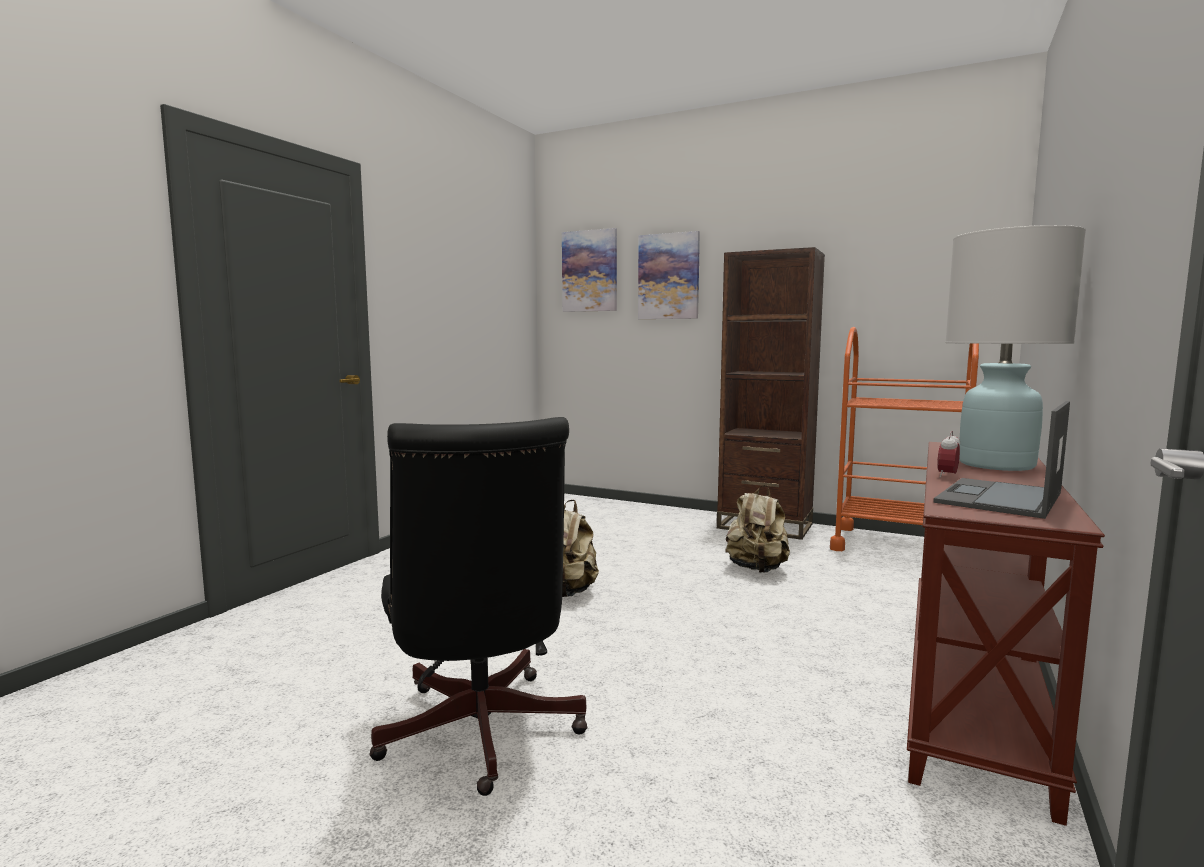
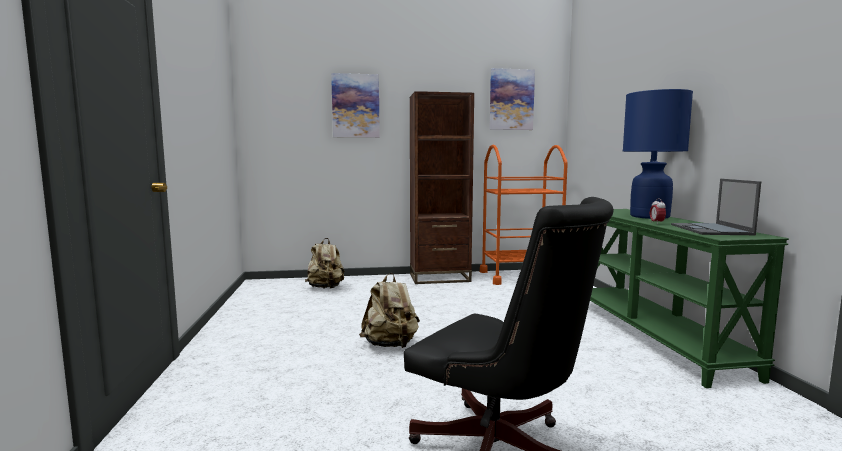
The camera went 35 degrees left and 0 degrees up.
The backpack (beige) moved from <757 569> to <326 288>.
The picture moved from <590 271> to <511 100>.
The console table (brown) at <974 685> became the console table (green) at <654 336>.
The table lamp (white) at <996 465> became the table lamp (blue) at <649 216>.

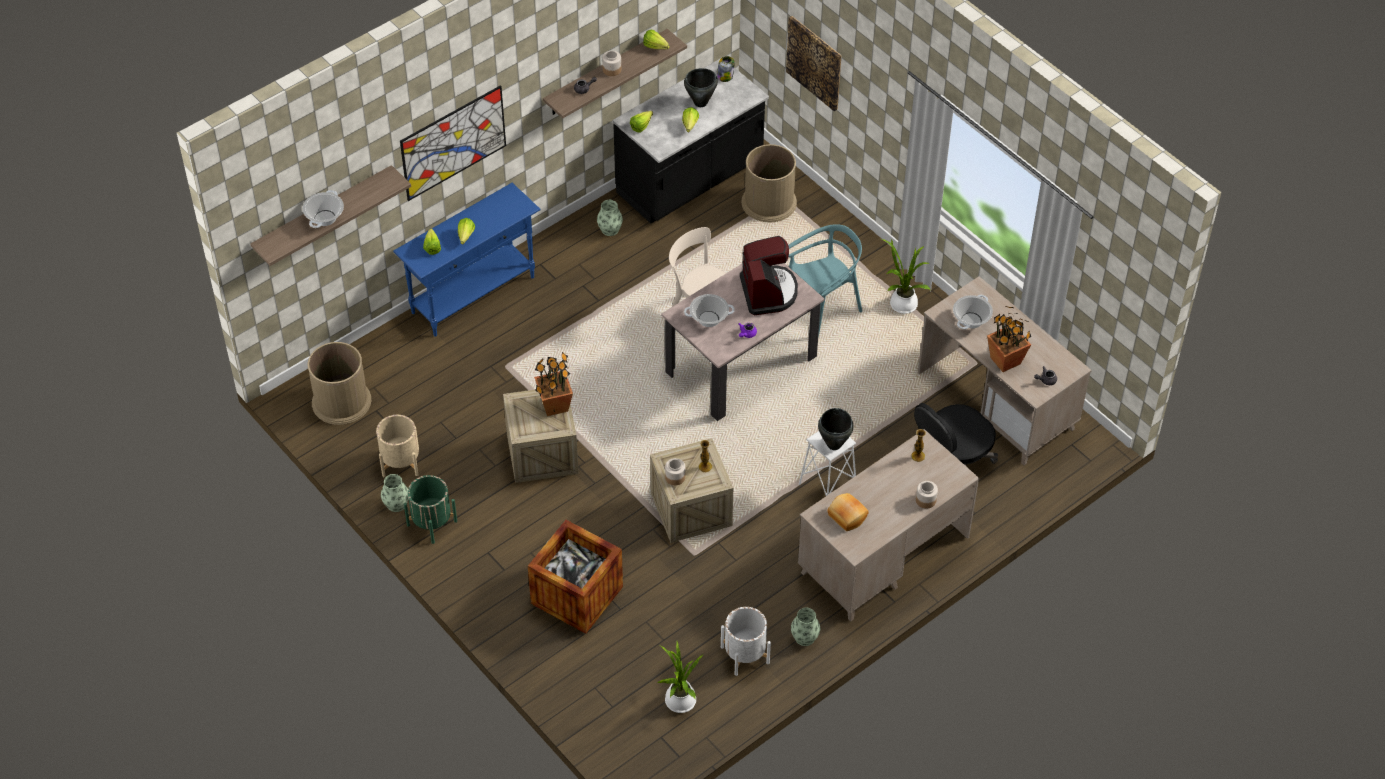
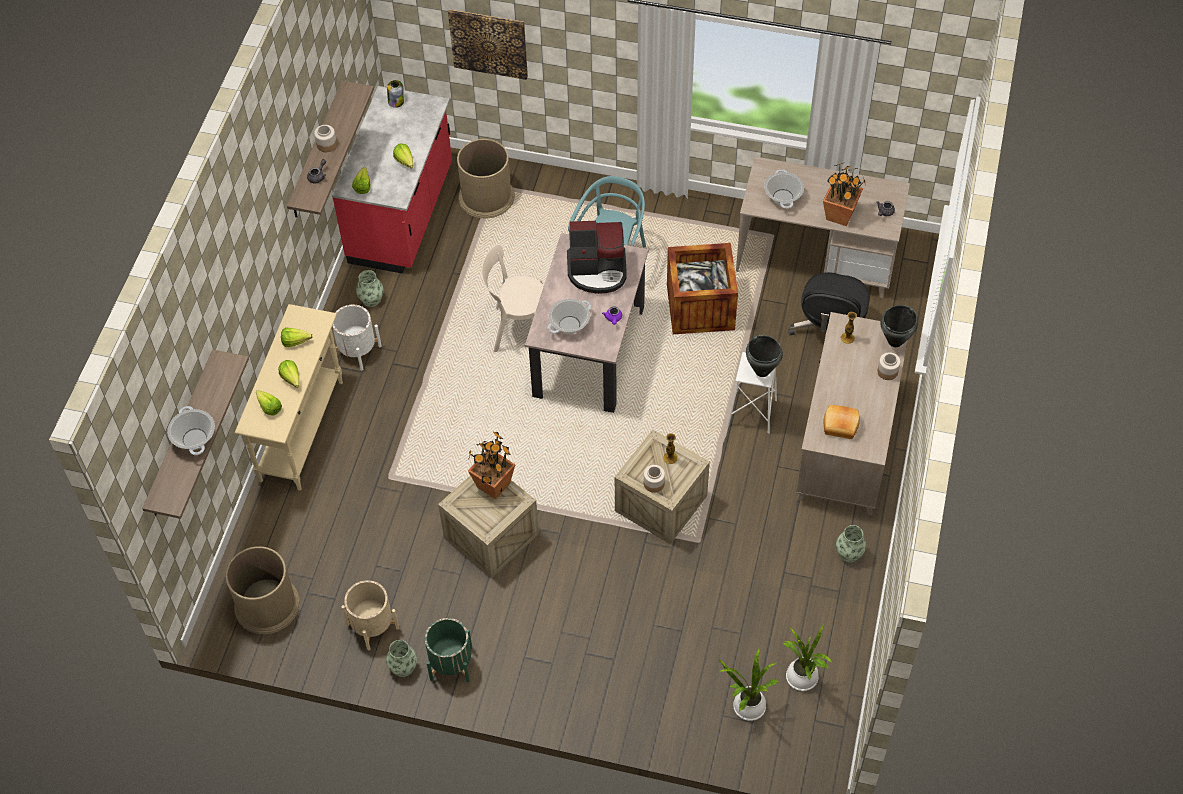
The camera went 35 degrees left and 5 degrees up.
The console table (blue) at <474 295> became the console table (beige) at <302 430>.
The lettuce moved from <657 48> to <298 342>.
The counter (black) at <690 180> became the counter (red) at <403 215>.
The planter (white) moved from <745 655> to <357 351>.
The coffee machine at <768 292> turned 135 degrees clockwise.
The crate moved from <577 595> to <700 307>.
The potted plant moved from <901 303> to <746 706>.
The cooking pot (black) moved from <701 103> to <895 341>.
The picture at <453 142> disappeared.

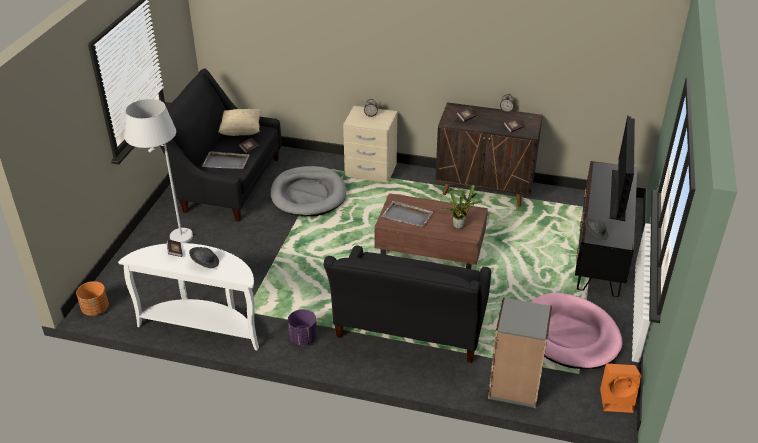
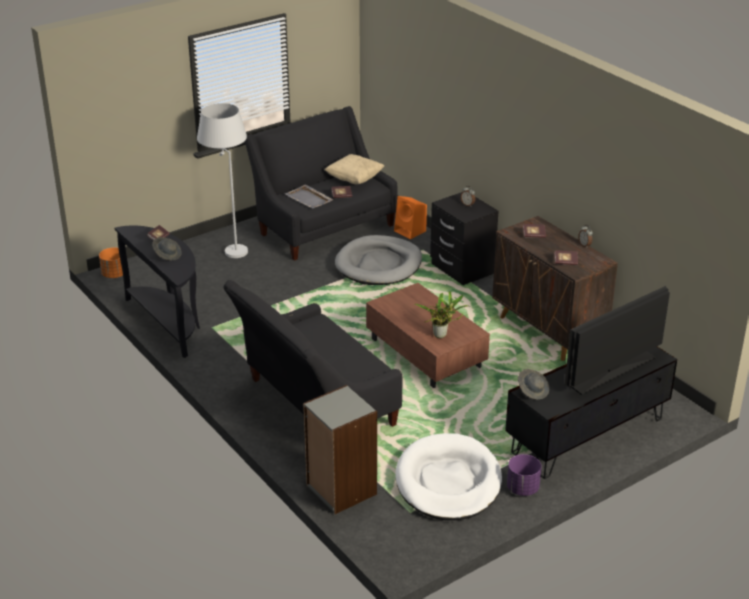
The camera went 40 degrees right and 5 degrees down.
The console table (white) at <203 326> became the console table (black) at <169 322>.
The speaker (orange) moved from <617 400> to <410 231>.
The dog bed (pink) at <570 335> became the dog bed (white) at <448 482>.
The nightstand (beige) at <370 171> became the nightstand (black) at <461 269>.
The planter (purple) moved from <303 338> to <522 488>.
The tray (grey) at <407 216> disappeared.

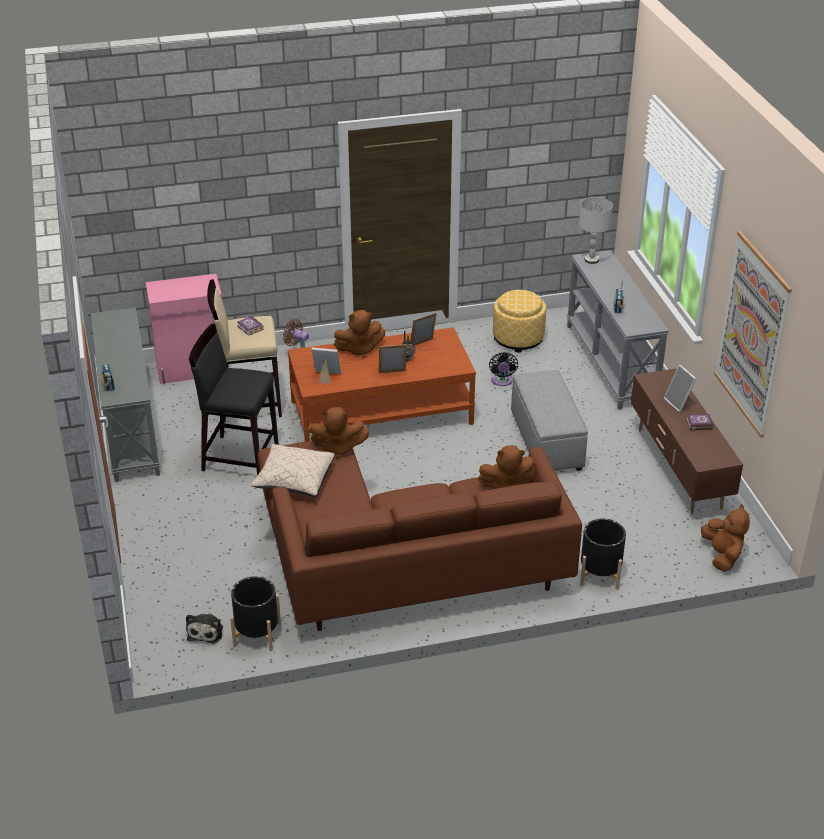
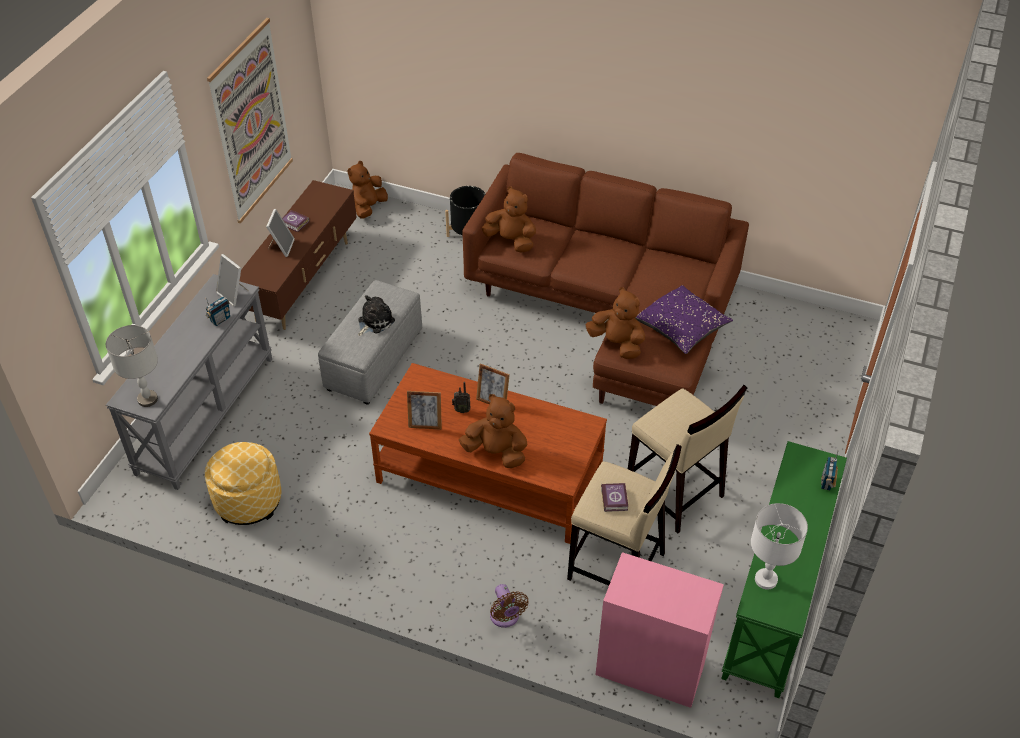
The camera went 145 degrees left and 10 degrees up.
The picture frame moved from <326 376> to <234 294>.
The plush toy moved from <206 631> to <374 322>.
The stool (black) at <239 457> became the stool (beige) at <674 494>.
The pillow (beige) at <294 480> became the pillow (purple) at <682 329>.
The console table (grey) at <129 429> became the console table (green) at <775 600>.
The table lamp (white) at <765 580> appeared.
The planter (black) at <257 634> disappeared.
The fan (black) at <502 381> disappeared.

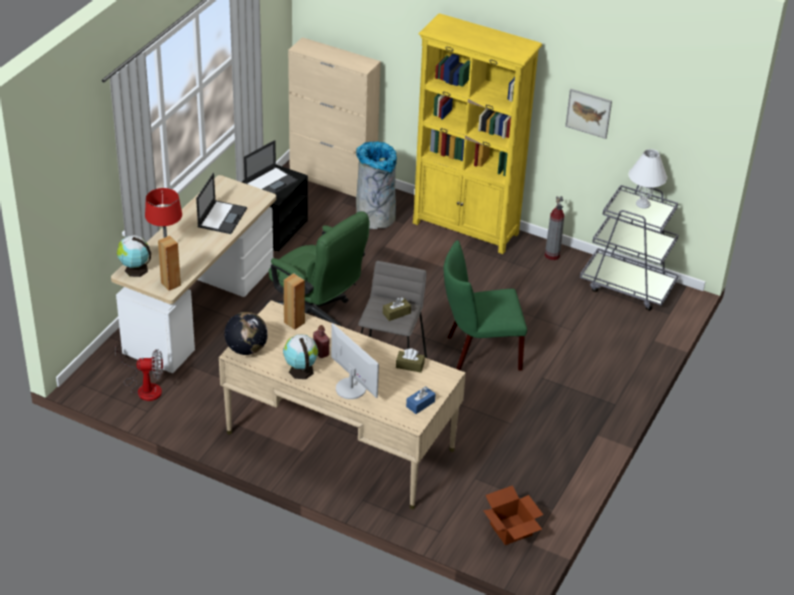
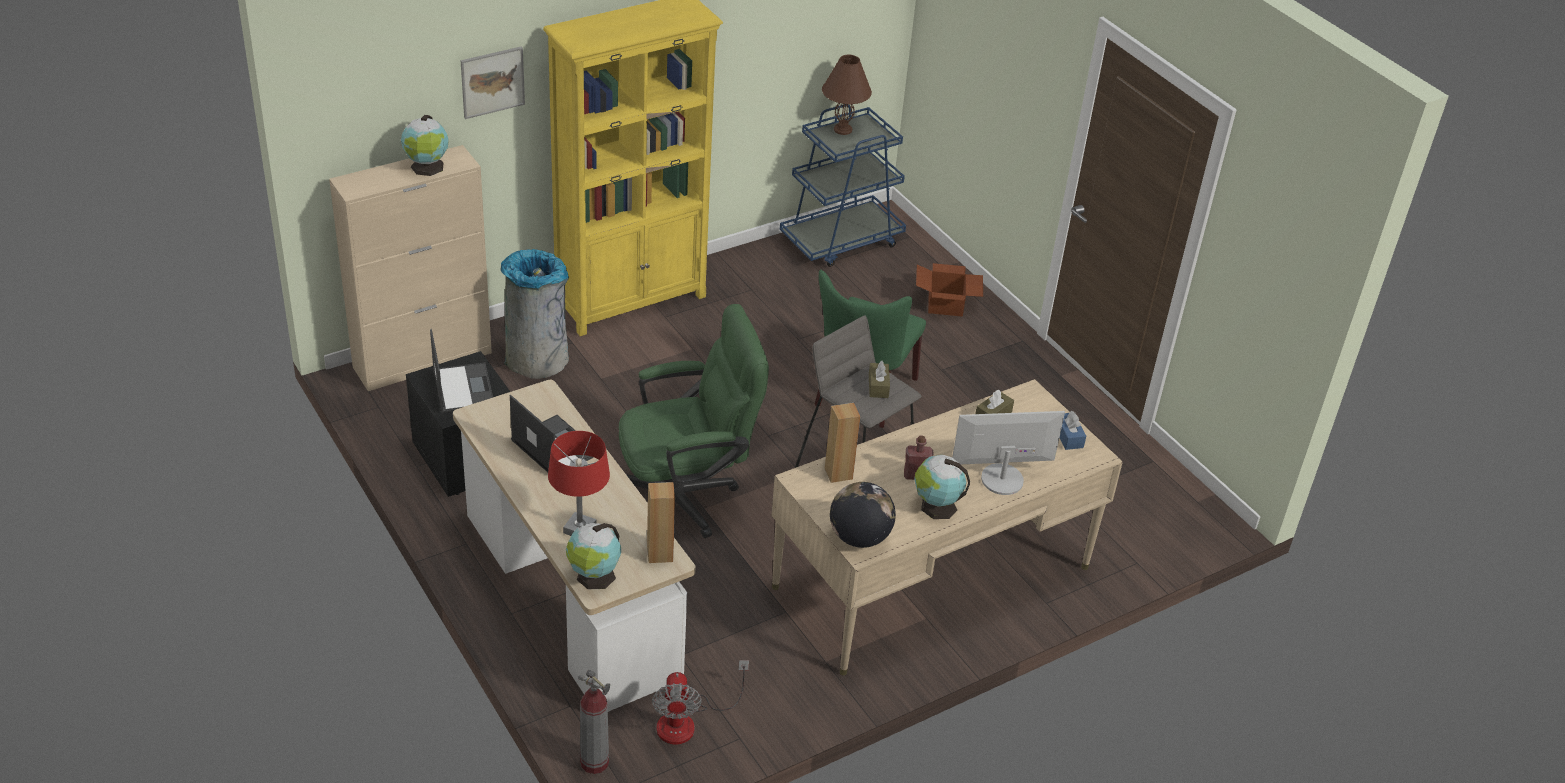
The camera went 60 degrees left and 0 degrees up.
The globe at <427 168> appeared.
The picture moved from <588 113> to <492 82>.
The fire extinguisher moved from <552 255> to <594 762>.
The fan at <144 387> turned 150 degrees clockwise.
The cart (grey) at <627 286> became the cart (blue) at <842 240>.
The table lamp (white) at <643 204> became the table lamp (brown) at <843 129>.
The cardboard box moved from <511 530> to <946 304>.

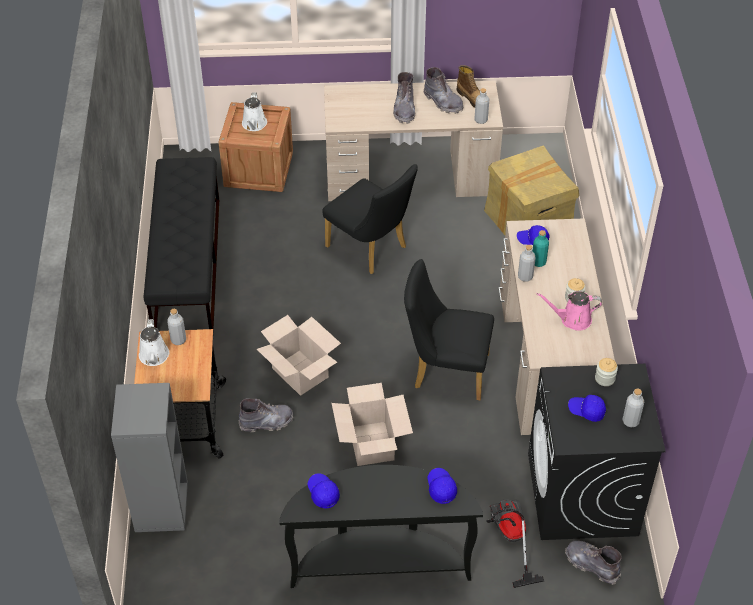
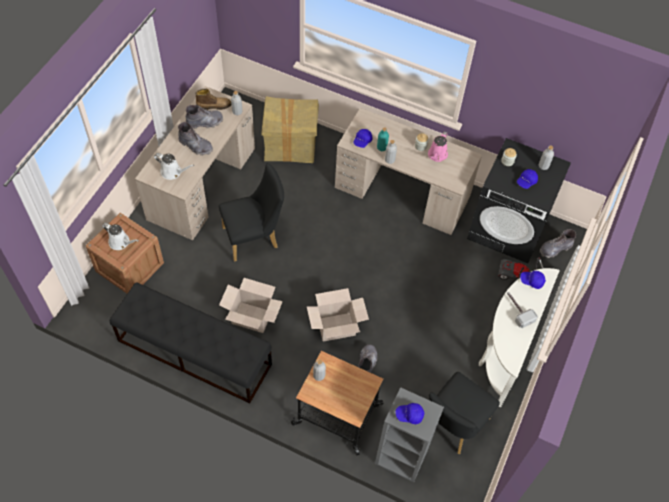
The camera went 65 degrees left and 10 degrees up.
The watering can (white) moved from <154 357> to <173 172>.
The cardboard box moved from <371 443> to <251 317>.
The cap (blue) moved from <323 493> to <409 415>.
The chair (black) moved from <445 370> to <452 426>.
The console table (black) at <380 562> became the console table (white) at <504 351>.
The hammer at <517 310> appeared.

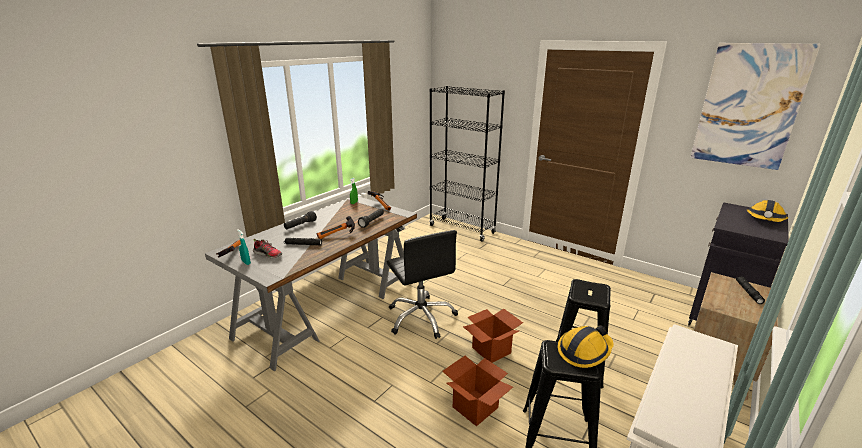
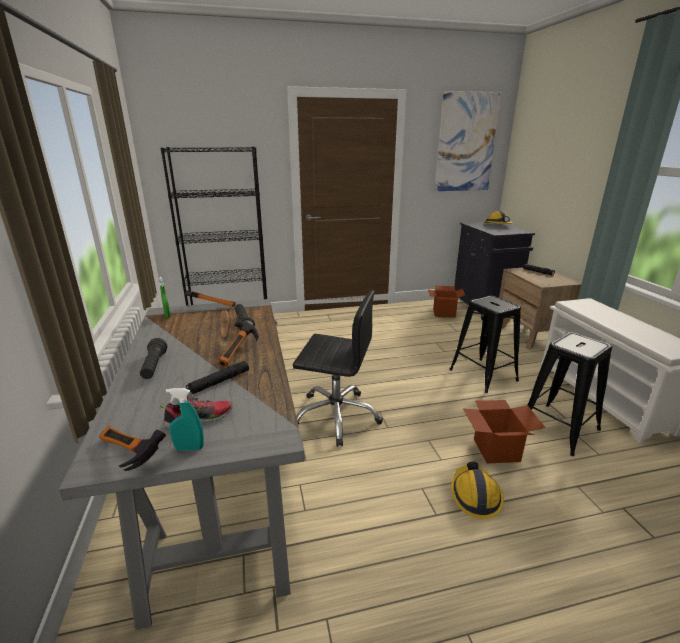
The camera went 50 degrees left and 0 degrees up.
The cardboard box moved from <491 350> to <444 313>.
The hard hat moved from <584 351> to <474 495>.

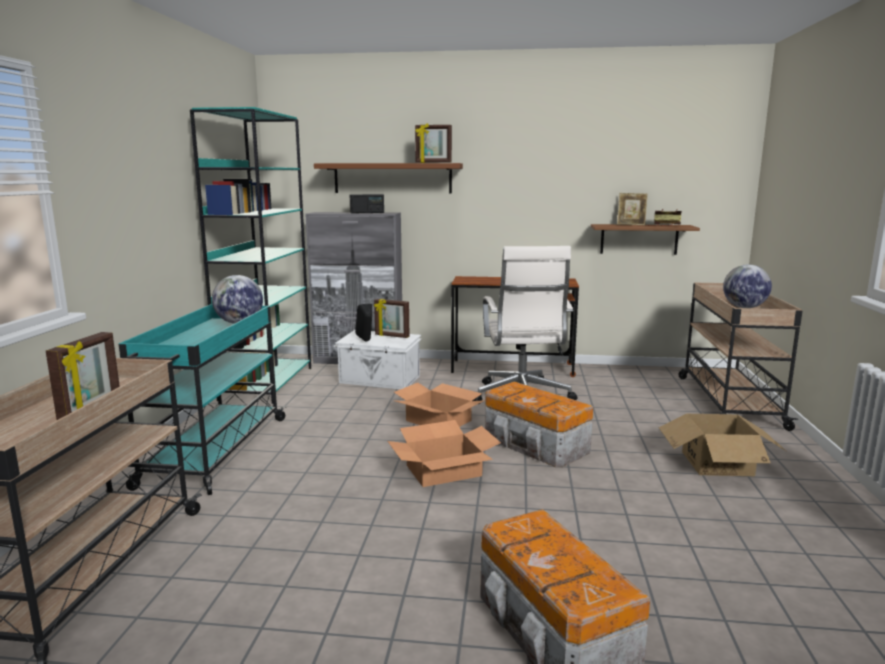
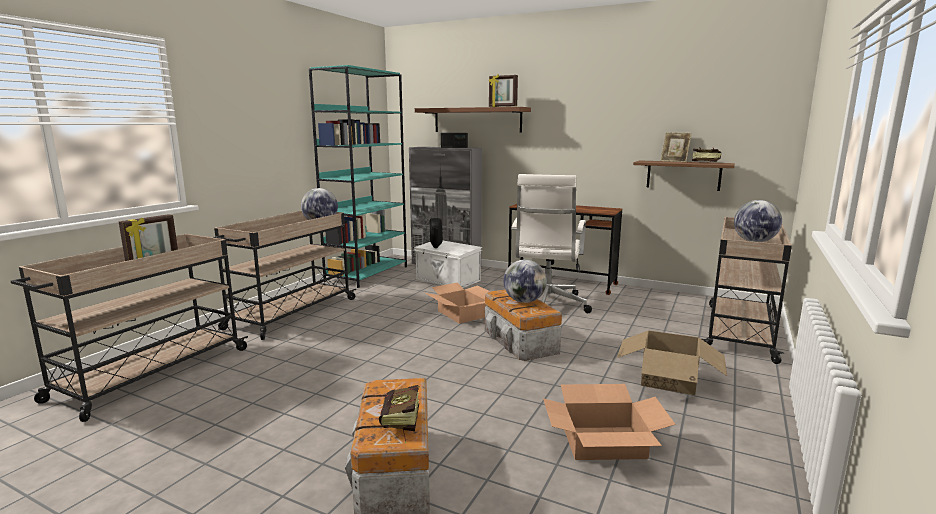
The camera went 20 degrees right and 0 degrees up.
The cart (turquoise) at <214 452> became the cart (beige) at <291 314>.
The book at <400 425> appeared.
The globe at <524 301> appeared.
The cardboard box moved from <444 471> to <604 443>.
The picture frame at <391 336> disappeared.

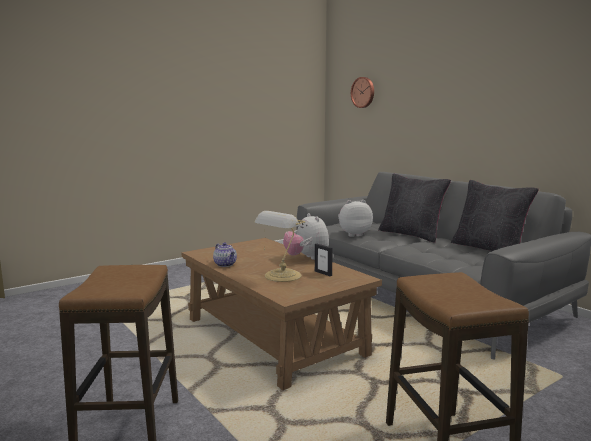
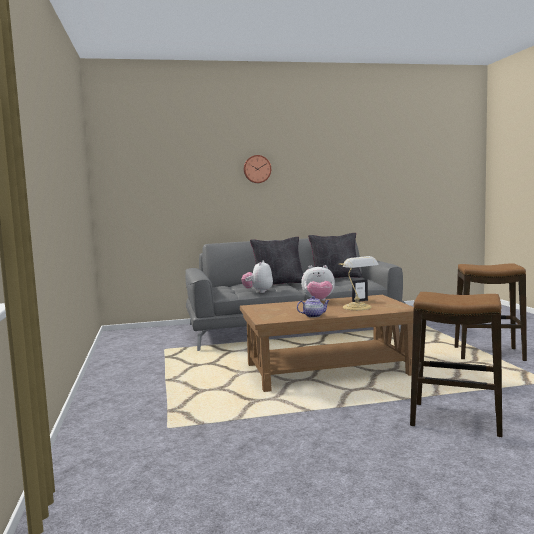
The camera went 65 degrees left and 5 degrees down.
The wall clock moved from <363 92> to <257 169>.

